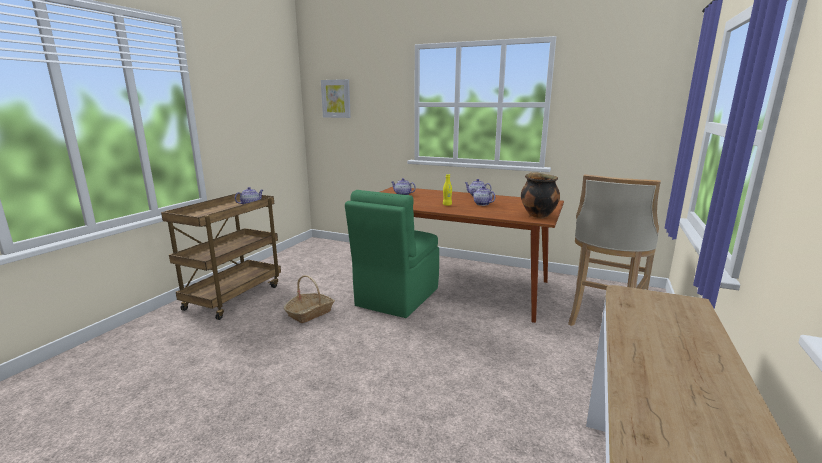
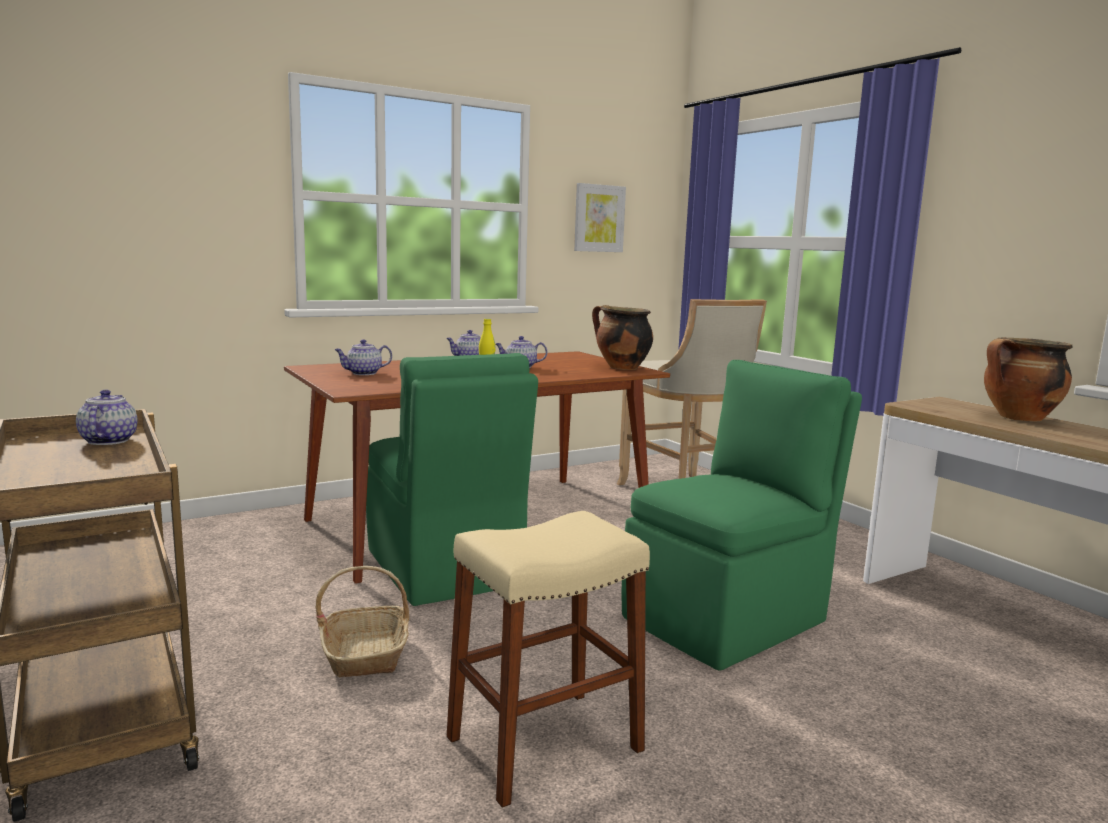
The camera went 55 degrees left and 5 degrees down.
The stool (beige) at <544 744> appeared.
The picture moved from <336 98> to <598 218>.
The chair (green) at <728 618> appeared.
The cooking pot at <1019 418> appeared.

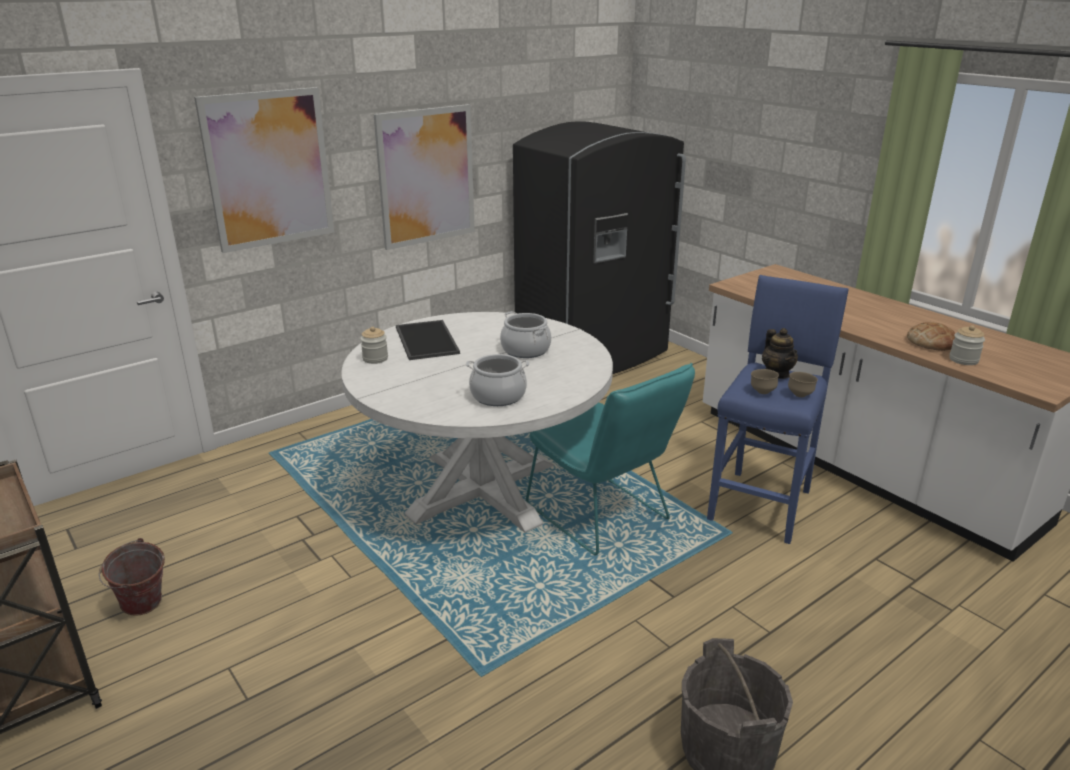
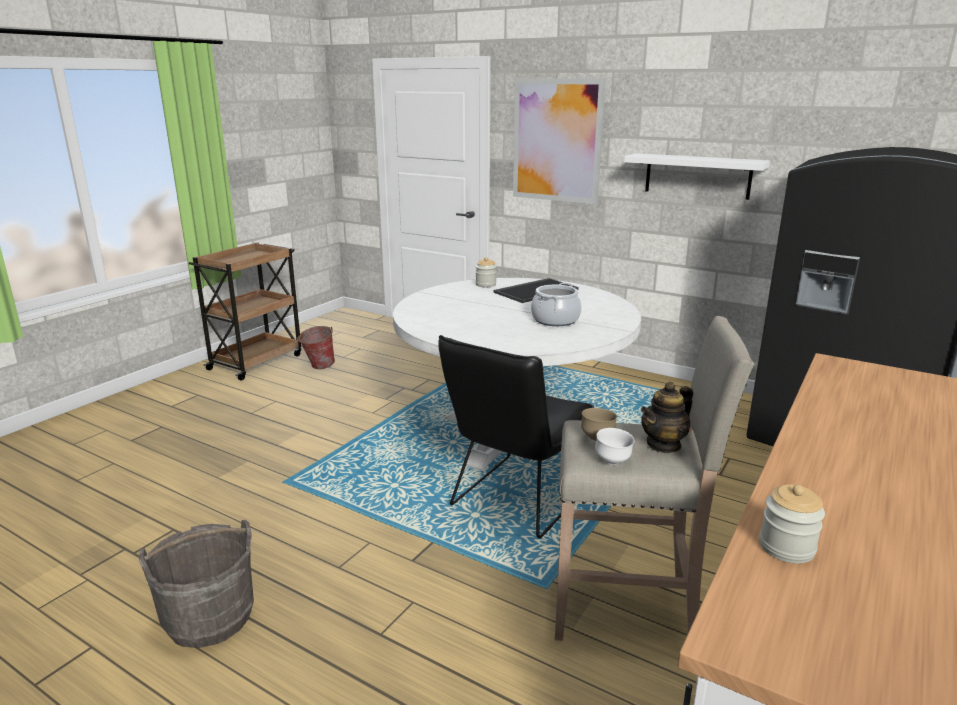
The camera went 70 degrees right and 5 degrees down.
The chair (turquoise) at <603 517> became the chair (black) at <516 500>.
The stool (blue) at <761 504> became the stool (beige) at <627 608>.
The bowl (brown) at <800 395> became the bowl (white) at <613 462>.
The picture at <426 176> was replaced by the shelf (white) at <697 176>.
The cooking pot at <498 396> disappeared.
The bread at <931 342> disappeared.

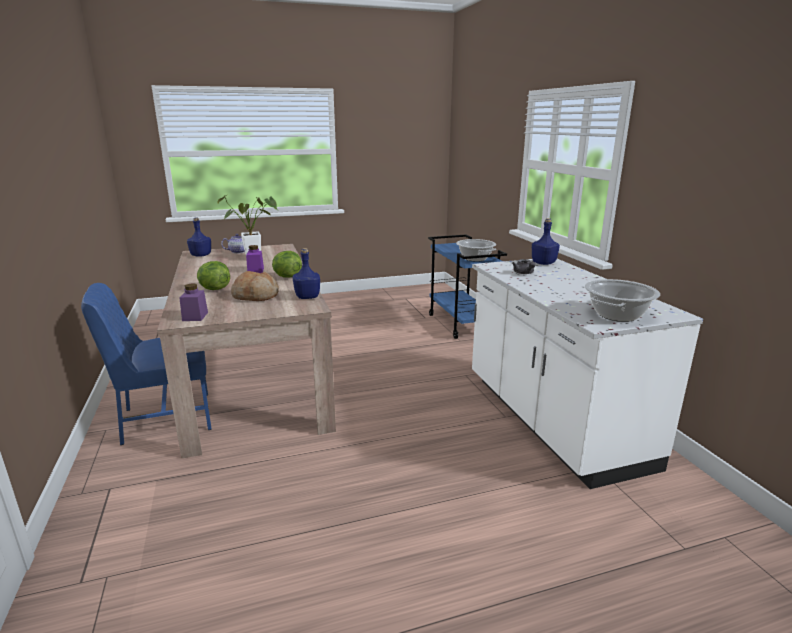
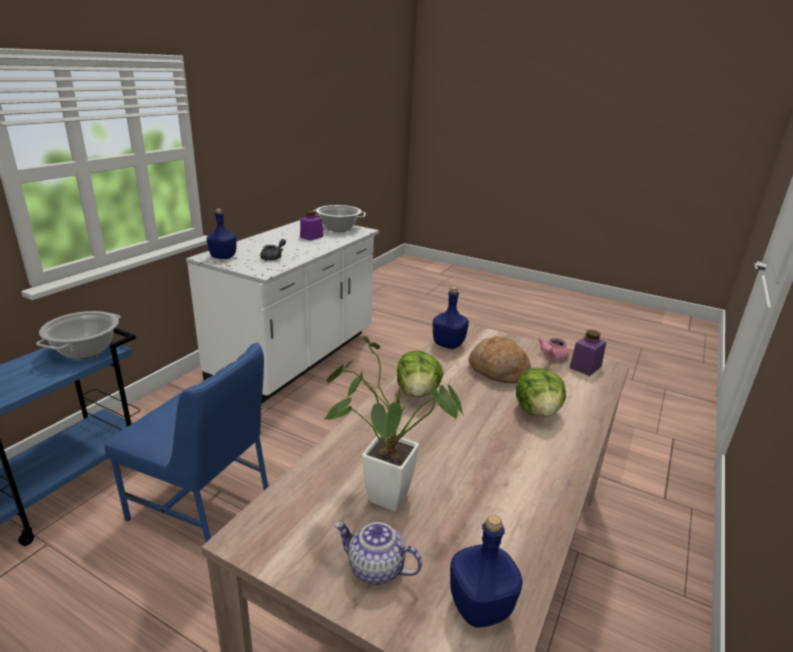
The camera went 135 degrees left and 5 degrees up.
The chair (blue) moved from <165 418> to <203 506>.
The jar (purple) moved from <255 270> to <311 237>.
The teapot (pink) at <552 357> appeared.

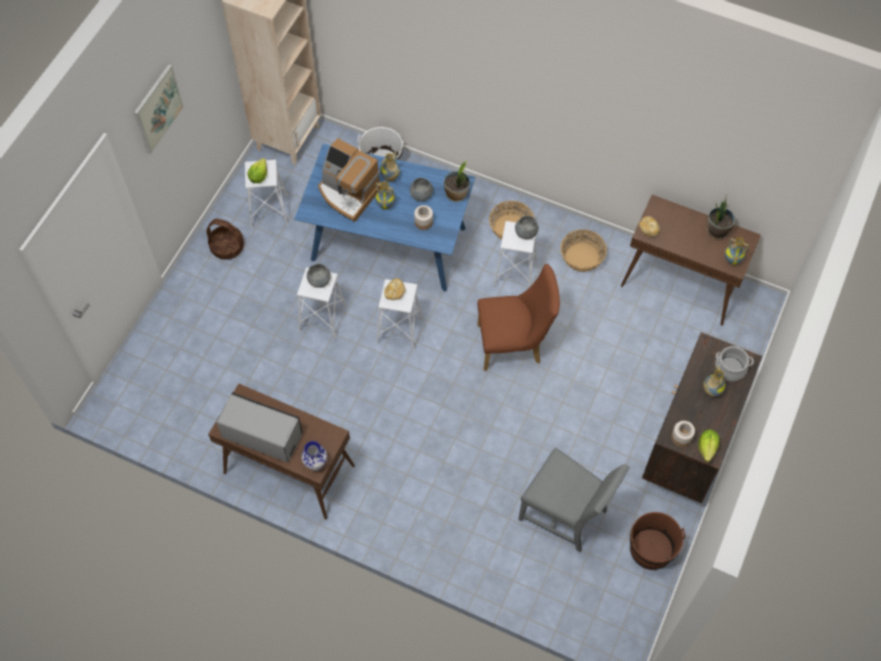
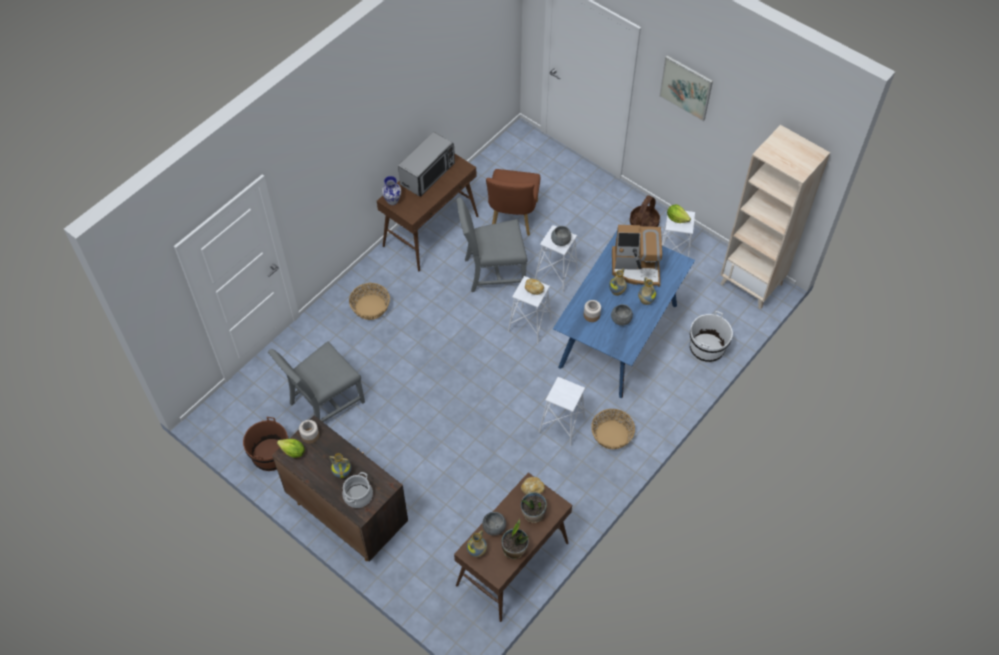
The camera went 105 degrees right and 5 degrees down.
The basket moved from <582 257> to <370 307>.
The chair (grey) at <492 272> appeared.
The bowl (grey) moved from <526 233> to <494 527>.
The chair (brown) moved from <514 344> to <512 219>.
The potted plant moved from <456 194> to <533 514>.
The coffee machine at <348 193> turned 135 degrees counterclockwise.

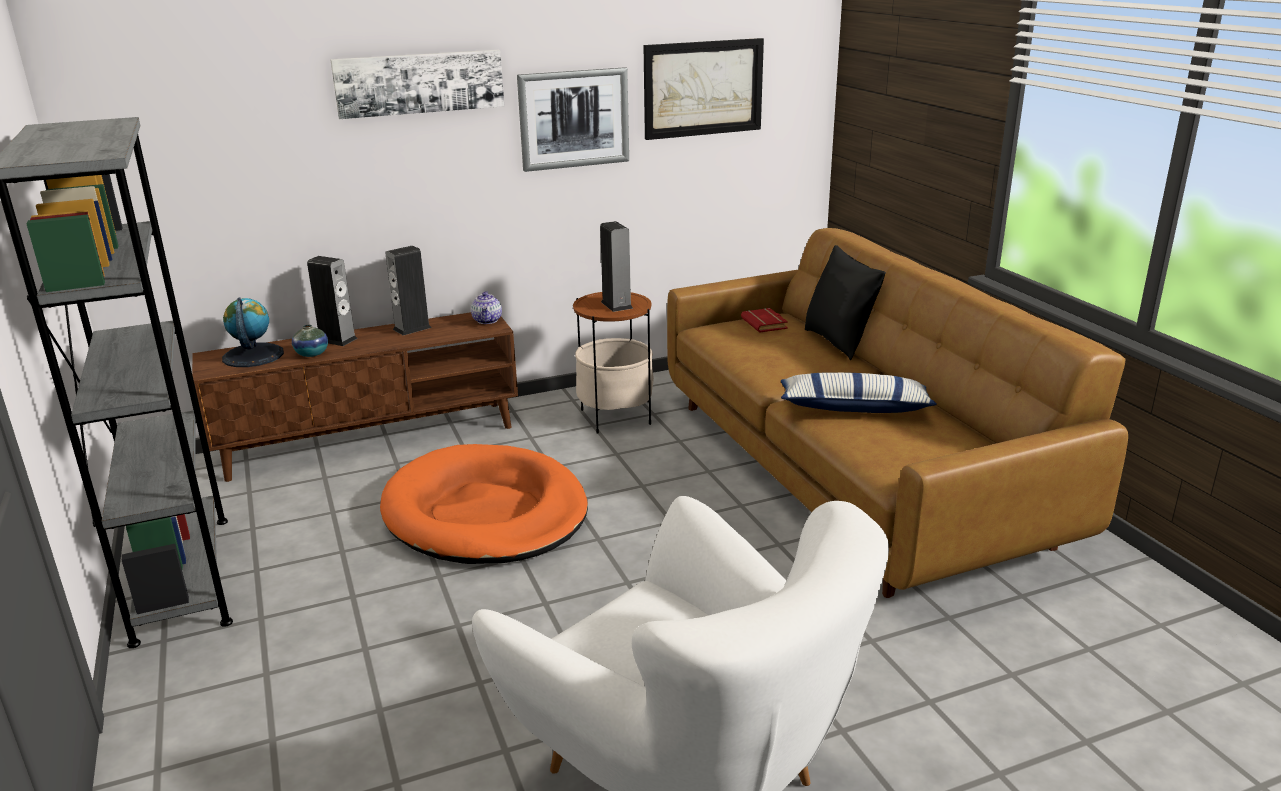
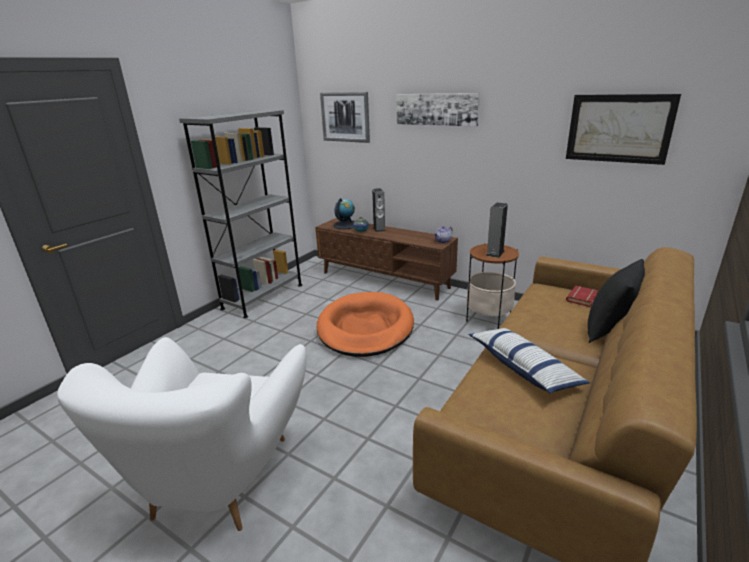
The camera went 55 degrees right and 0 degrees up.
The picture moved from <574 119> to <345 117>.
The speaker at <412 328> disappeared.

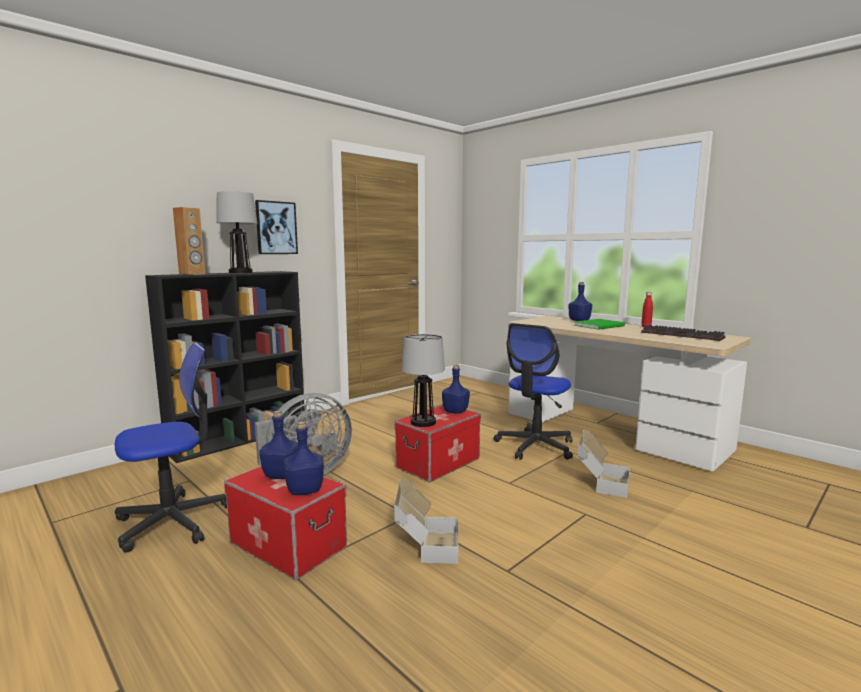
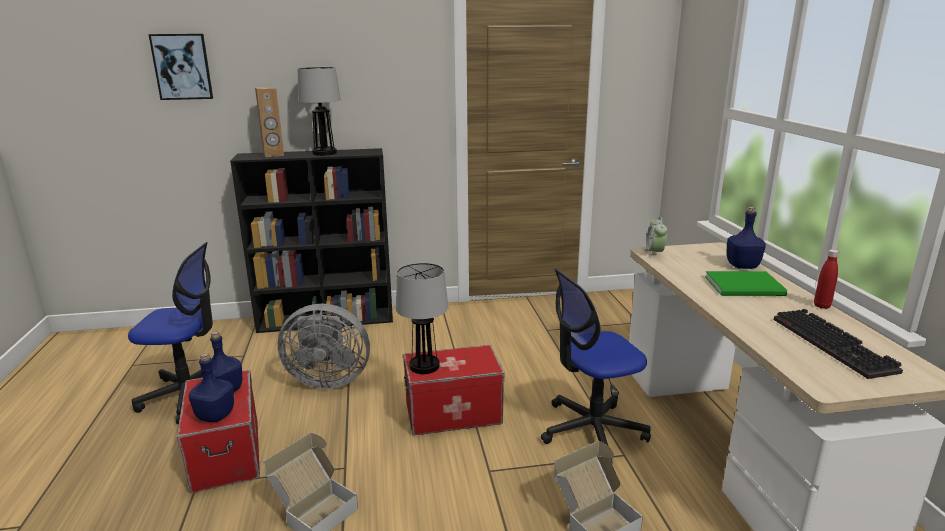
The camera went 35 degrees right and 10 degrees up.
The picture moved from <276 228> to <182 67>.
The alarm clock at <654 253> appeared.
The bottle (blue) at <455 411> disappeared.

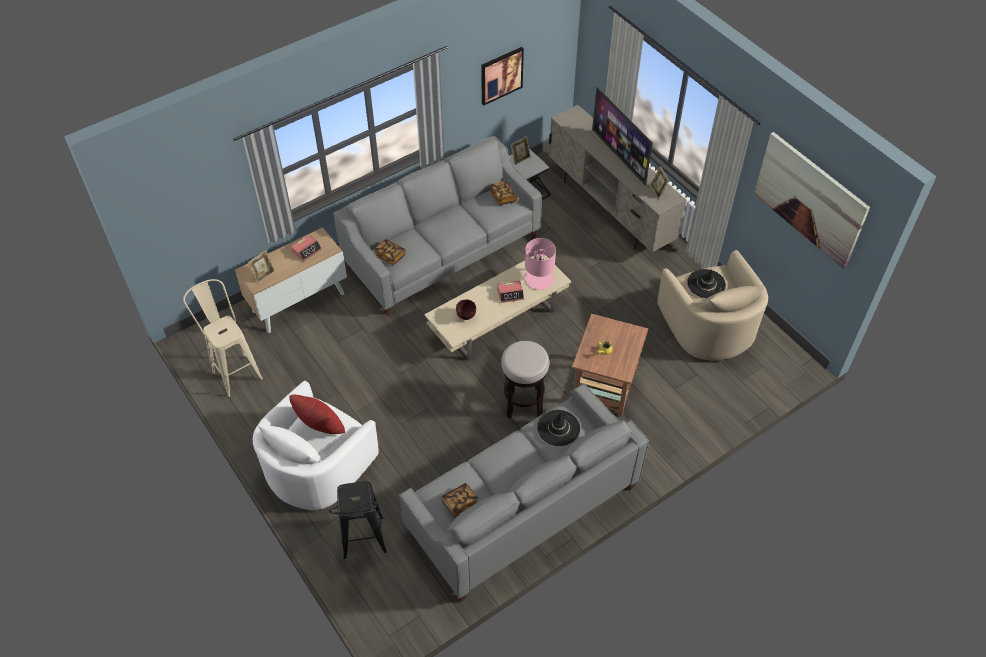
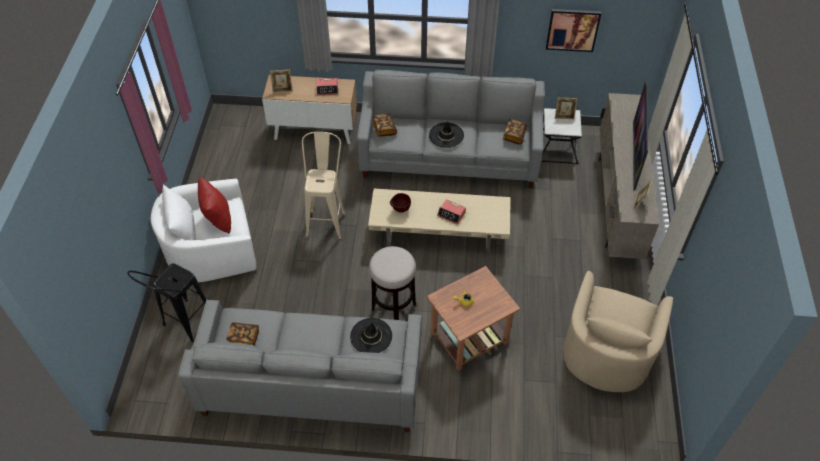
The camera went 40 degrees right and 0 degrees up.
The stool (beige) moved from <234 370> to <326 219>.
The hat (black) moved from <706 284> to <446 135>.
The table lamp (pink) at <539 279> disappeared.
The picture at <810 199> disappeared.

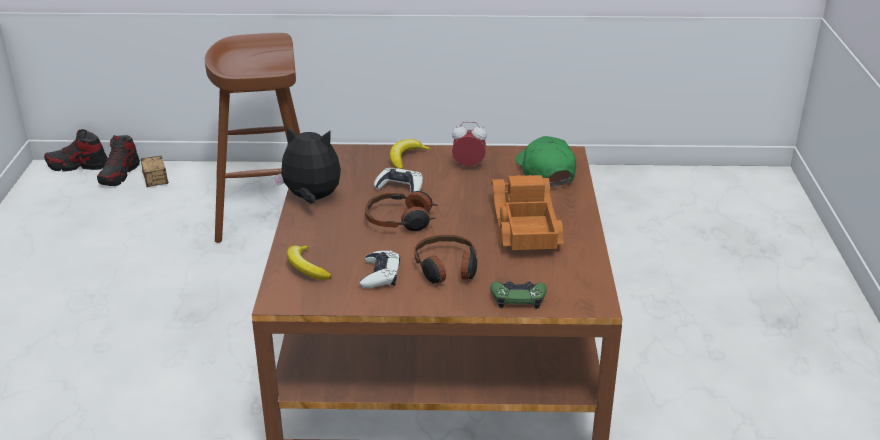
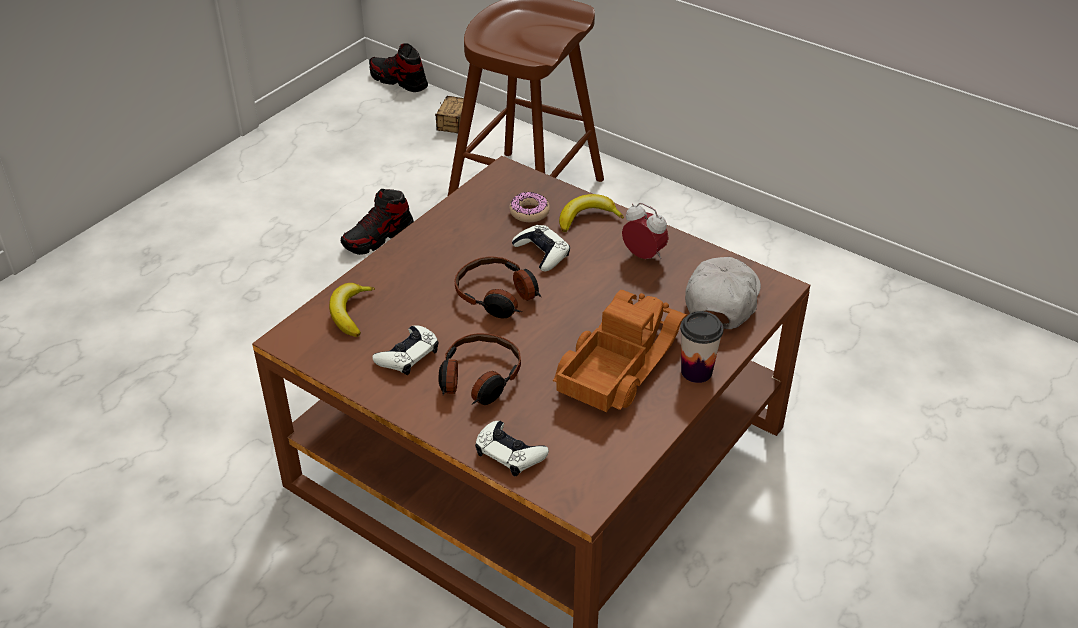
The camera went 35 degrees right and 10 degrees up.
The shoe moved from <119 174> to <378 237>.
The game controller (green) at <518 298> became the game controller (white) at <509 453>.
The donut at <529 212> appeared.
The cup at <696 371> appeared.
The cap (green) at <545 171> became the cap (white) at <722 300>.
The plush toy at <311 199> disappeared.

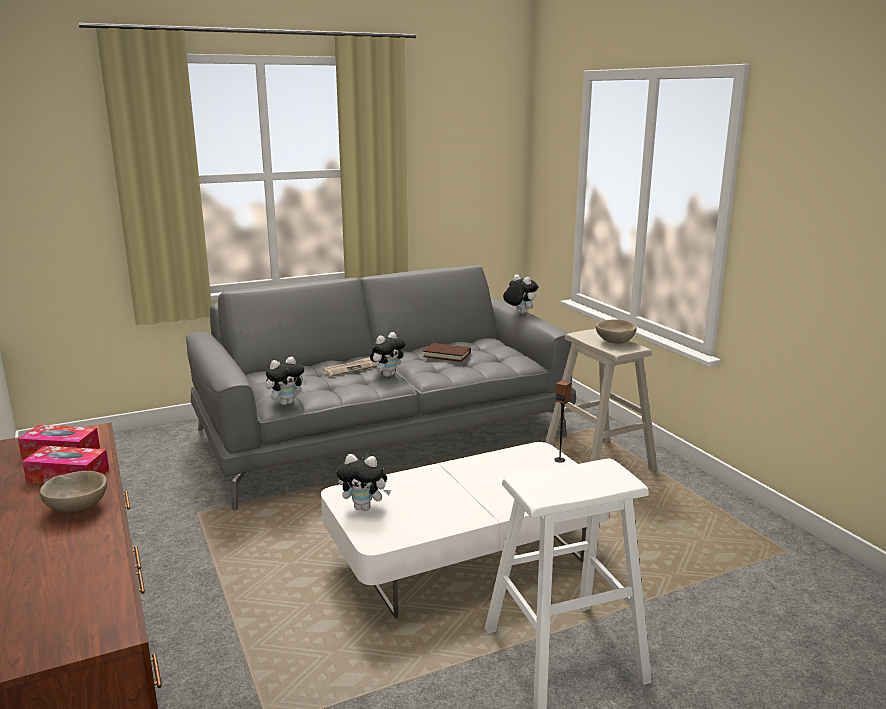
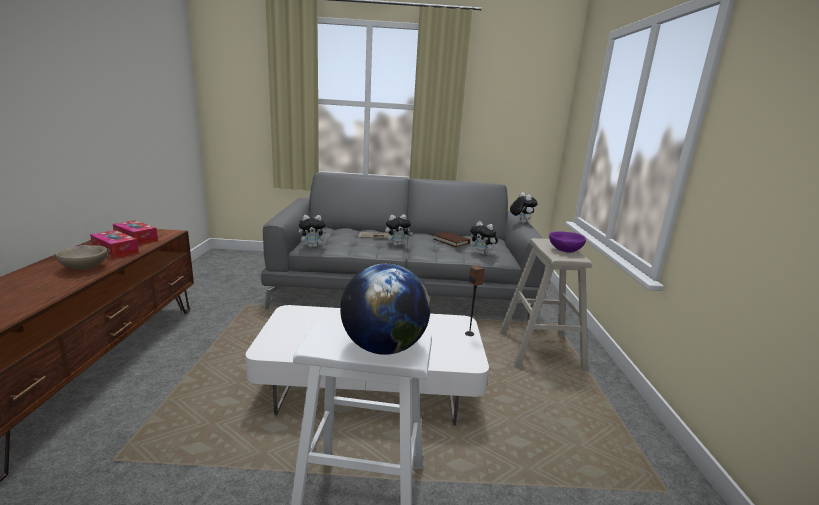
The camera went 25 degrees right and 0 degrees up.
The globe at <383 347> appeared.
The plush toy moved from <364 507> to <482 254>.
The bowl (beige) at <614 342> became the bowl (purple) at <564 250>.

